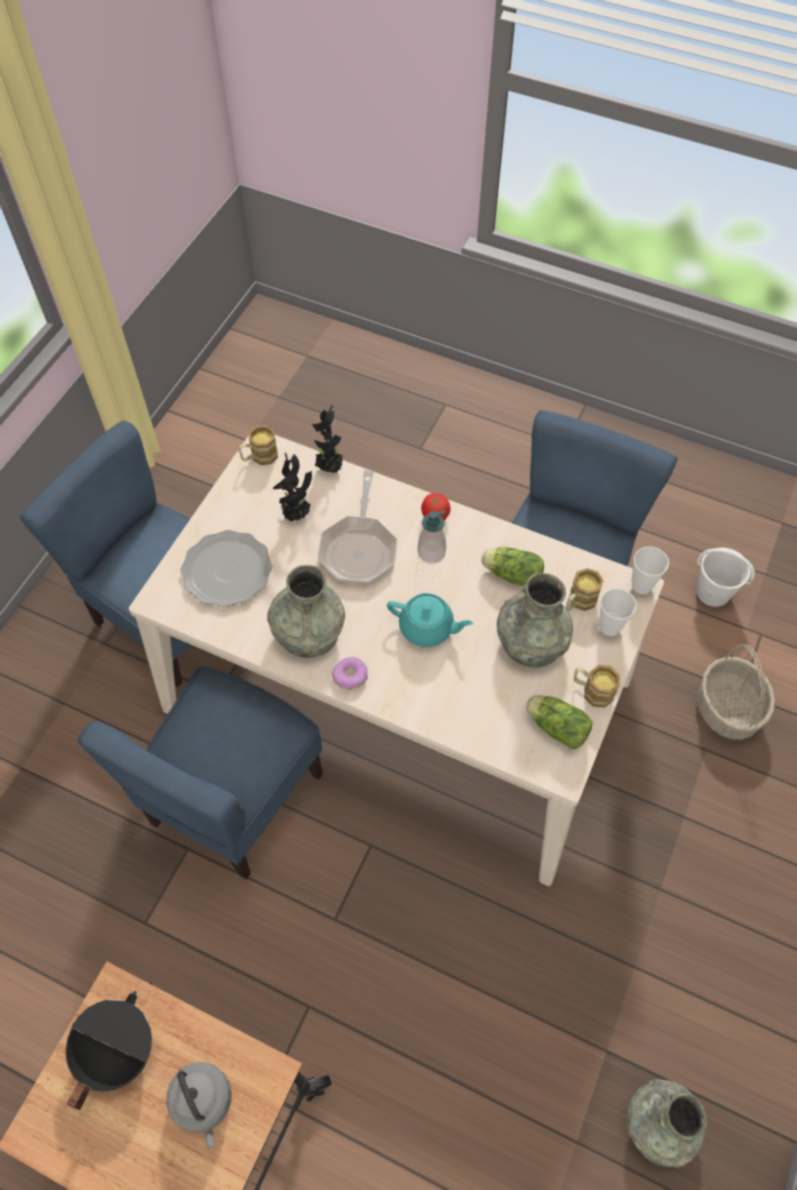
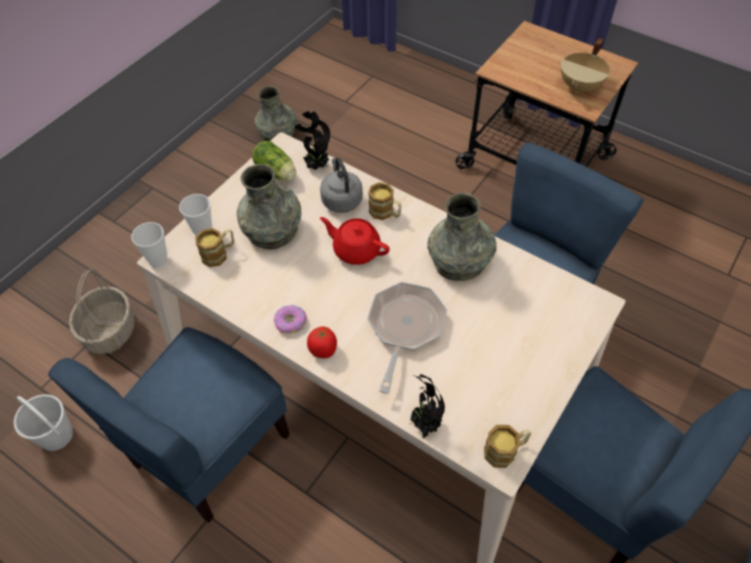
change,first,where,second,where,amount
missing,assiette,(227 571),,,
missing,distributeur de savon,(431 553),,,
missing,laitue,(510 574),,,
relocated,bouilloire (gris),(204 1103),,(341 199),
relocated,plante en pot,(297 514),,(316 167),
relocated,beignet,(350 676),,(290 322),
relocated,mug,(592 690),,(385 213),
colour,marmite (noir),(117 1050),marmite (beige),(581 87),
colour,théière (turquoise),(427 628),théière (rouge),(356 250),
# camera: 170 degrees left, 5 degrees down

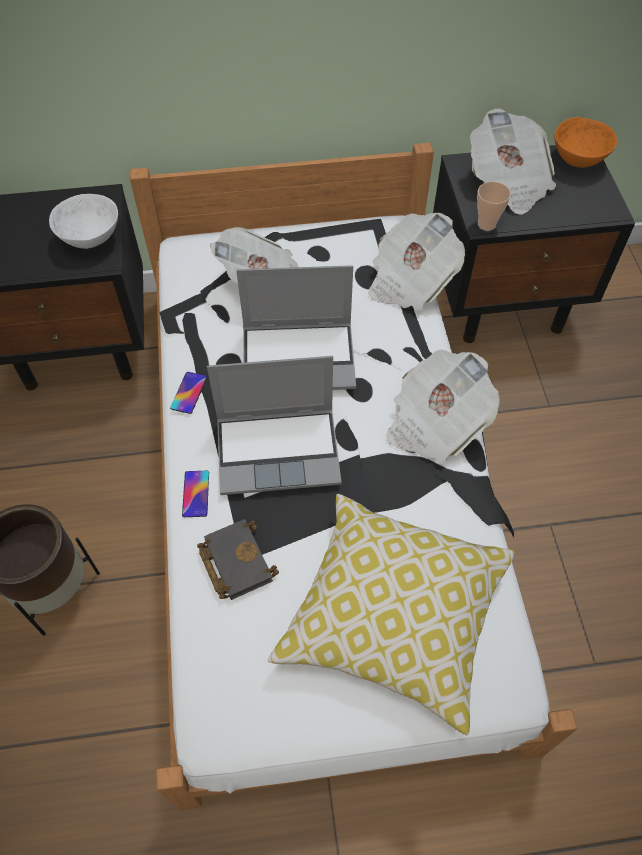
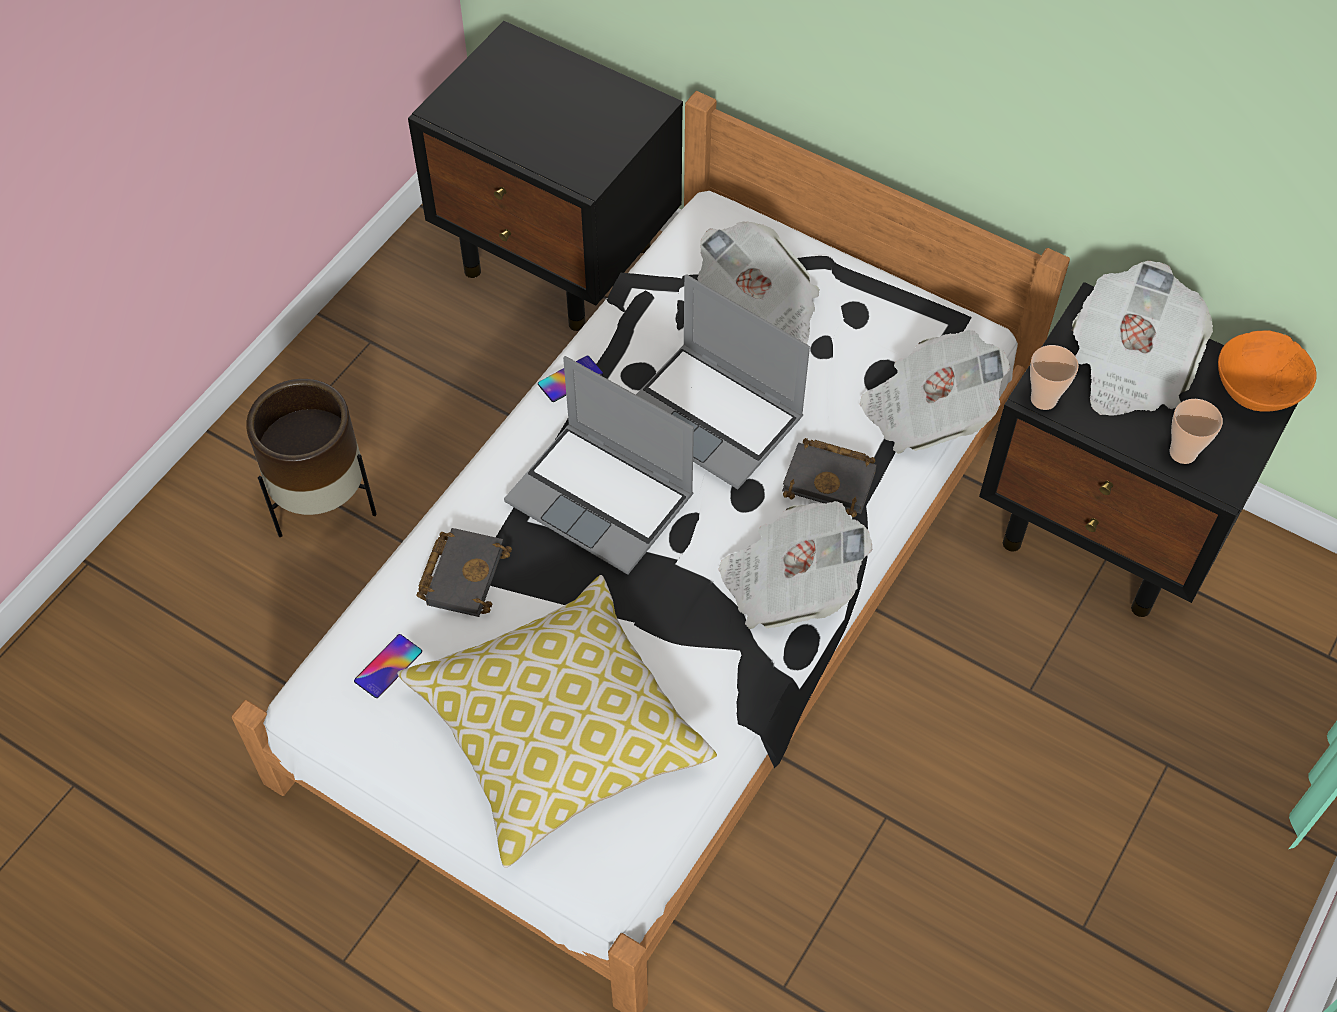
change,first,where,second,where,amount
missing,bol (blanc),(91 238),,,
appeared,,,livre (noir),(832 480),
appeared,,,tasse,(1182 453),
relocated,téléphone,(196 494),,(388 666),
# camera: 40 degrees right, 0 degrees up

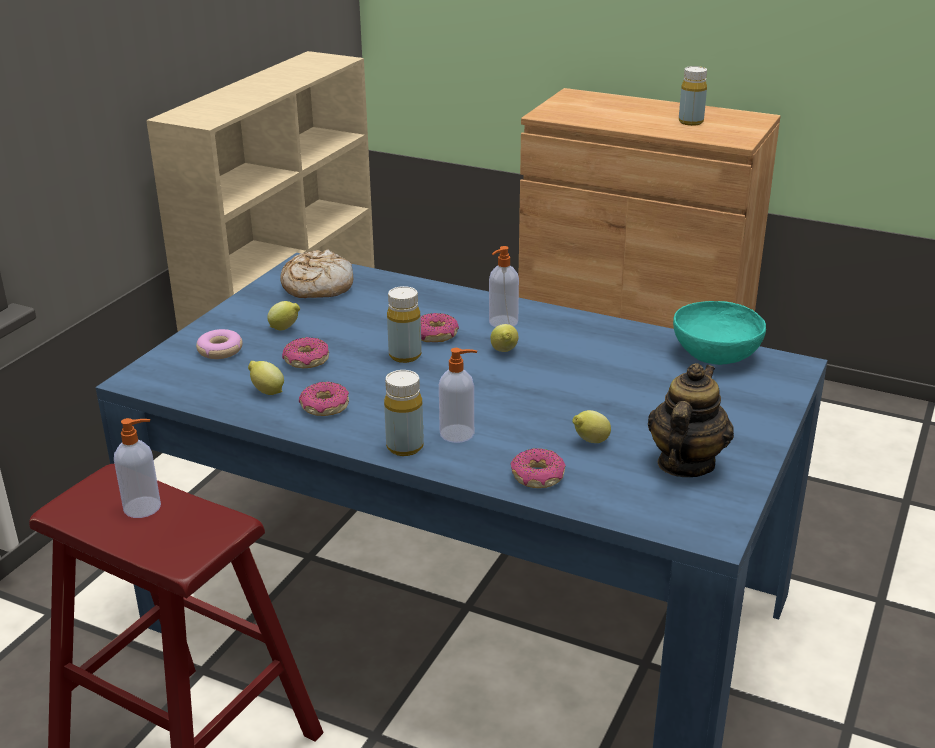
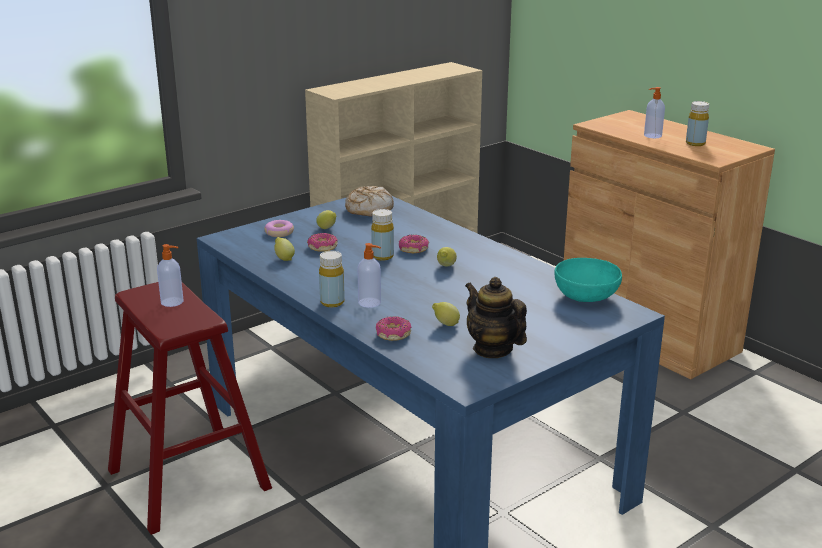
change,first,where,second,where,amount
missing,beignet,(324 407),,,
relocated,distributeur de savon,(502 322),,(652 136),
spun,théière,(685 463),,(493 349),90 degrees counterclockwise
# camera: 25 degrees right, 5 degrees down

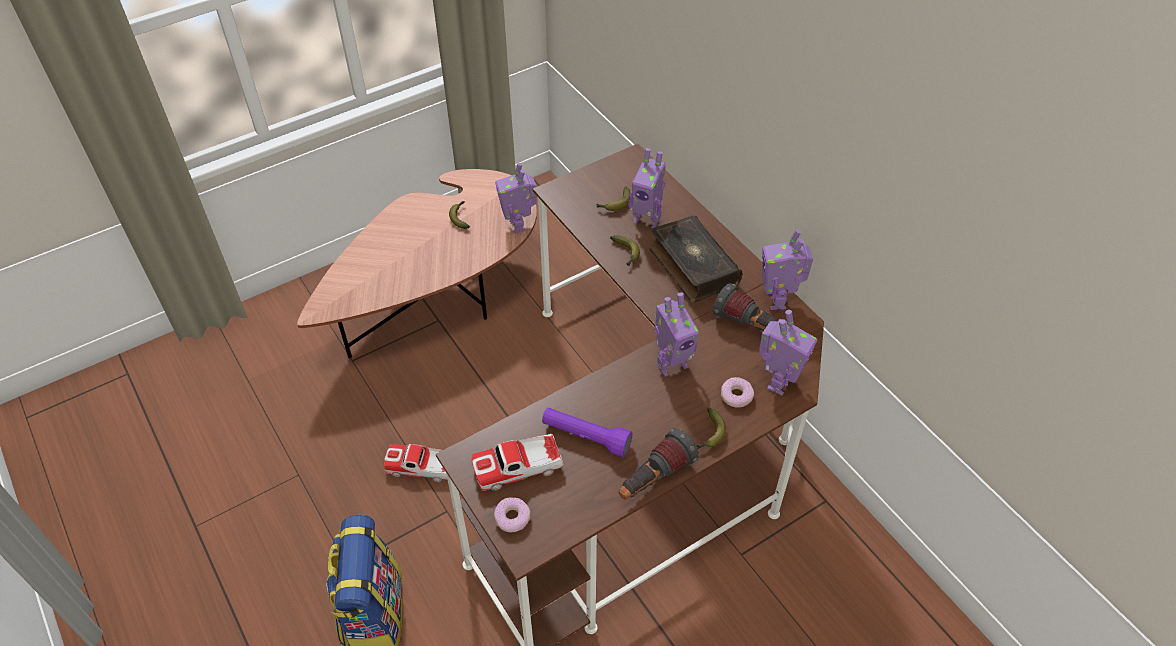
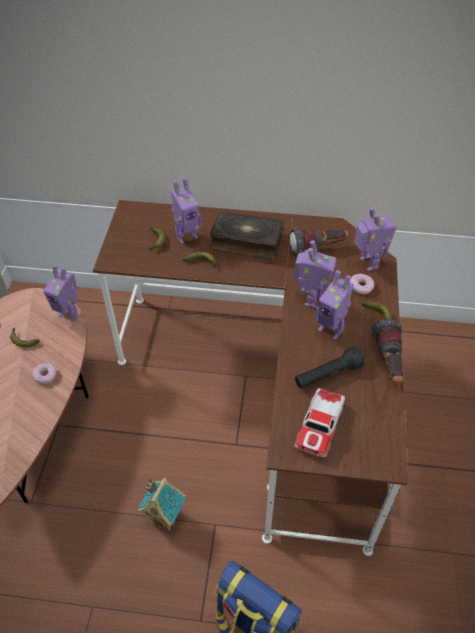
change,first,where,second,where,amount
relocated,beignet,(512 517),,(45 375),
relocated,robot jouet,(777 300),,(330 330),
exchanged,petite voiture,(421 466),maison miniature,(165 516),
colour,lampe de poche (violet),(586 437),lampe de poche (noir),(327 375),
# camera: 50 degrees left, 0 degrees up

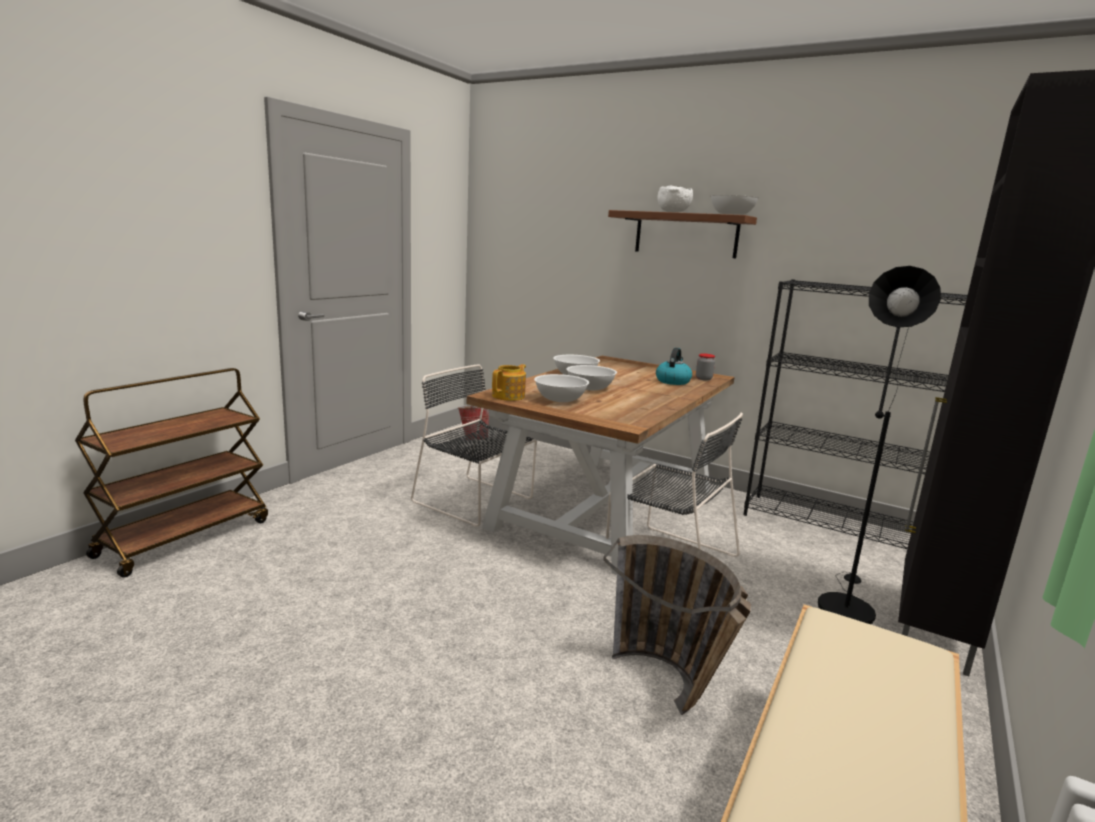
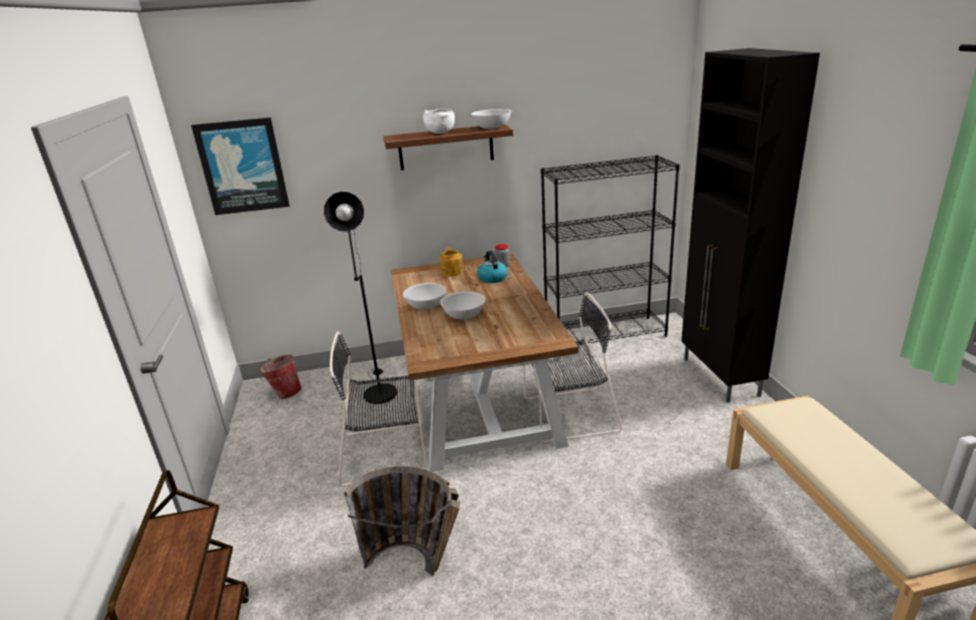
change,first,where,second,where,amount
missing,bol (blanc),(560 400),,,
appeared,,,tableau,(242 166),
relocated,théière,(509 396),,(452 271),
relocated,panier,(672 692),,(417 564),
relocated,lampadaire (noir),(844 604),,(378 391),
# camera: 40 degrees left, 10 degrees up

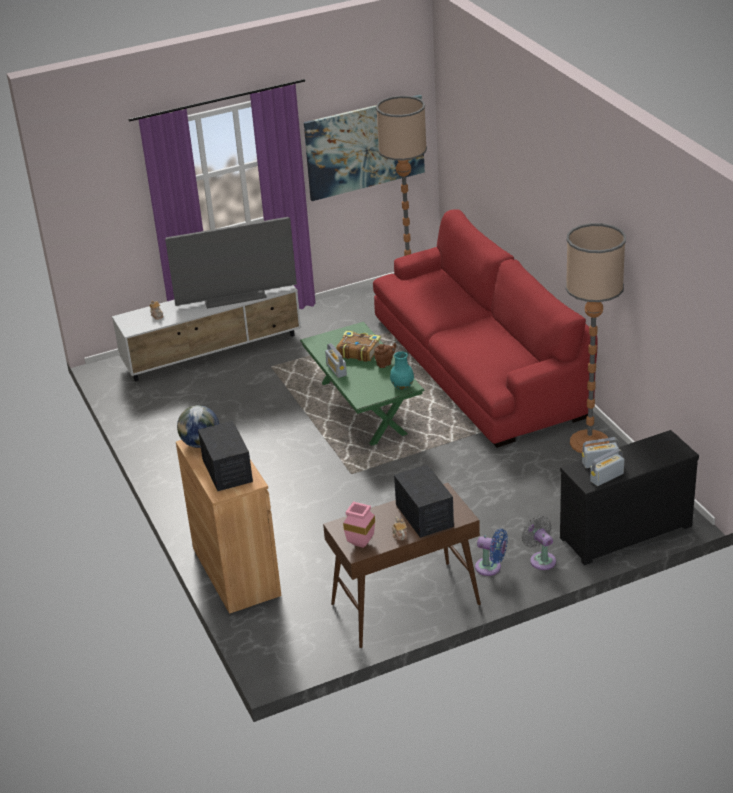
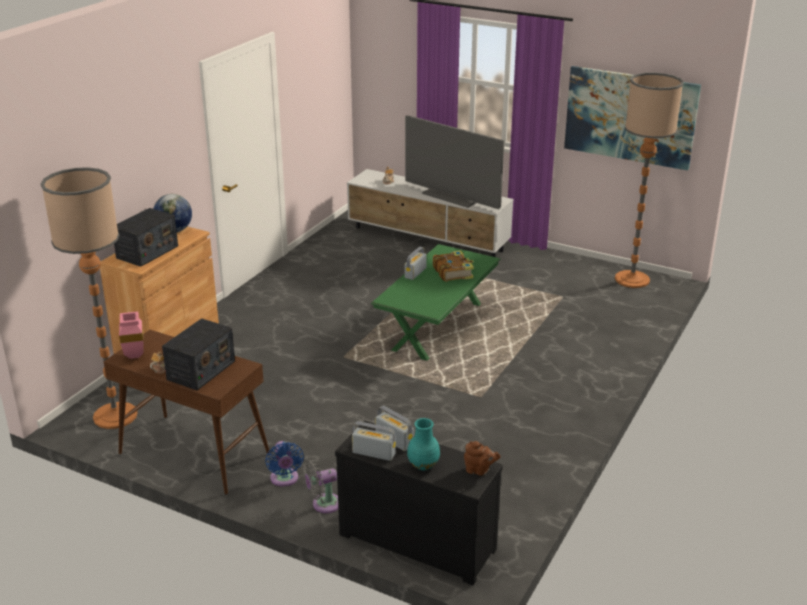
change,first,where,second,where,amount
missing,canapé (rouge),(478 366),,,
relocated,théière (marron),(385 363),,(479 470),
relocated,vase (turquoise),(402 386),,(424 465),
relocated,lampadaire,(589 442),,(115 416),
spun,ventilateur (gris),(541 559),,(323 504),135 degrees counterclockwise
# camera: 50 degrees right, 5 degrees down

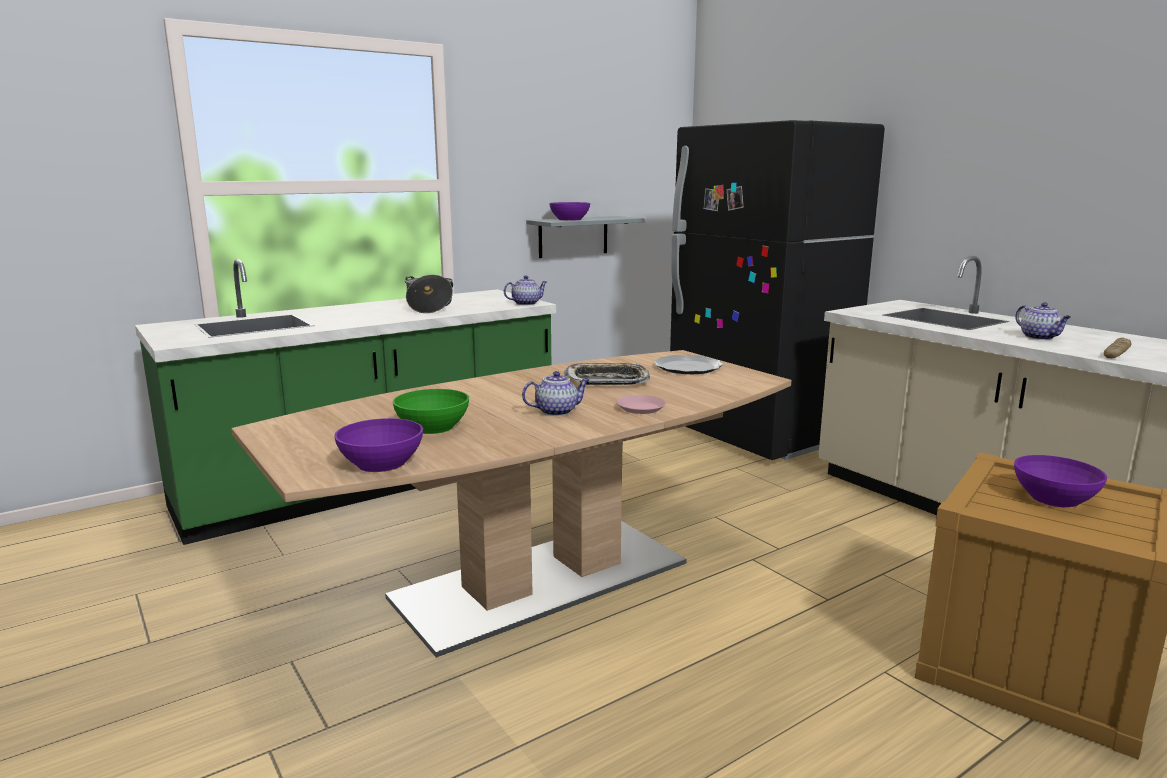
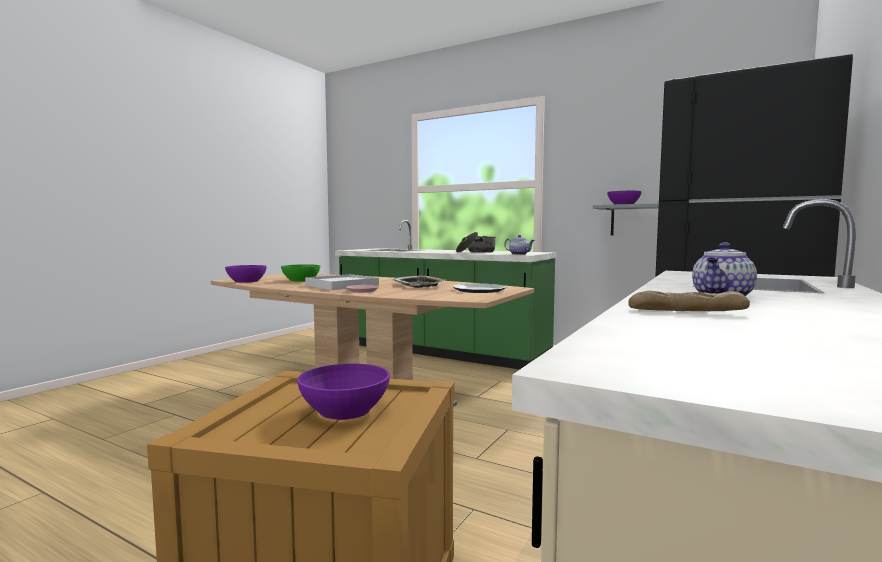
change,first,where,second,where,amount
exchanged,théière,(557 411),plateau (blanc),(342 285),
# camera: 65 degrees right, 10 degrees down

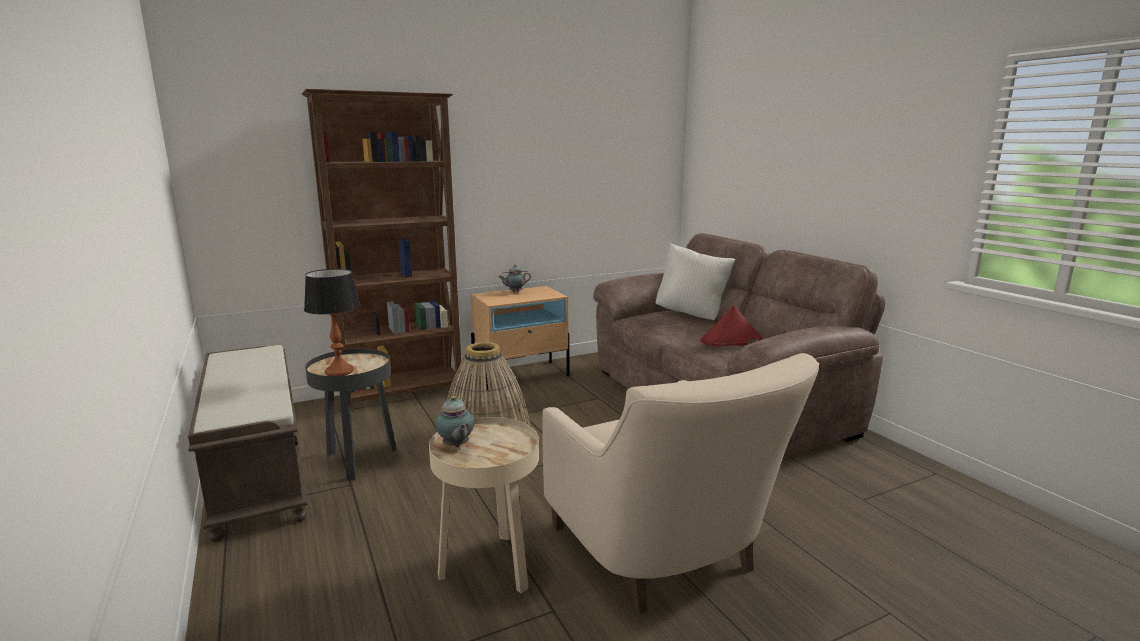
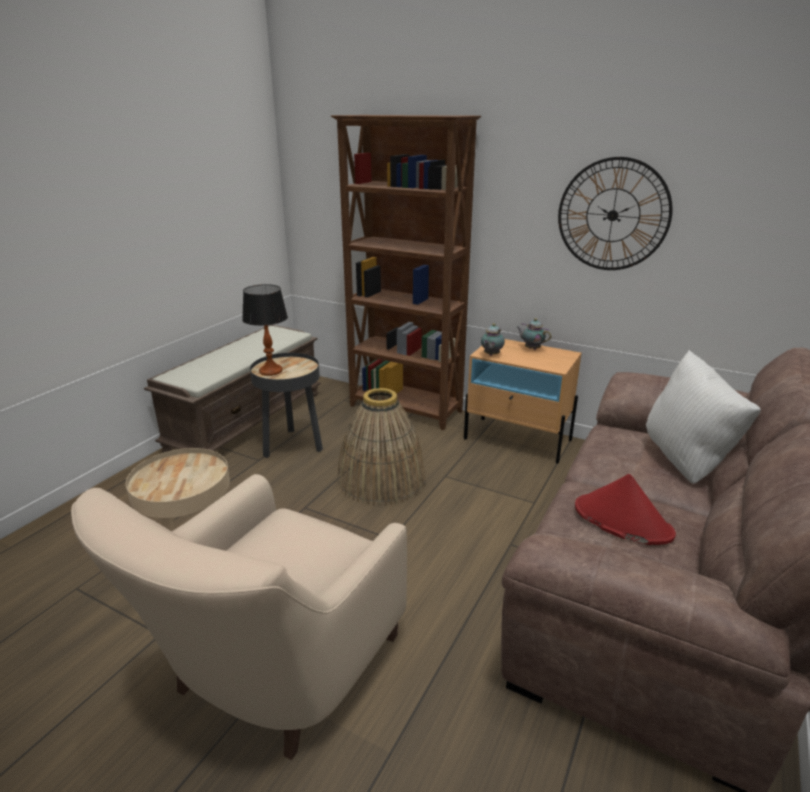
change,first,where,second,where,amount
appeared,,,horloge murale,(612 215),
relocated,théière,(456 446),,(491 355),
# camera: 55 degrees right, 10 degrees up

